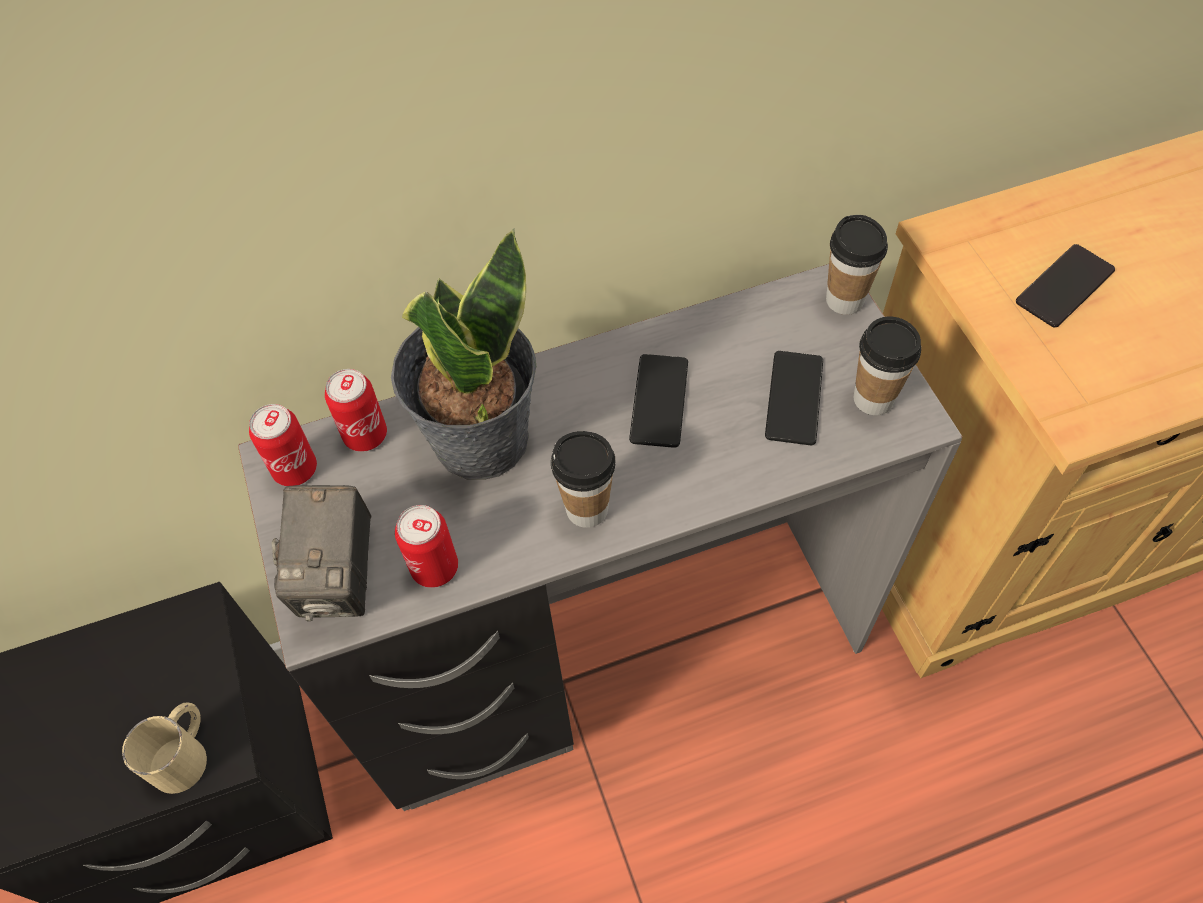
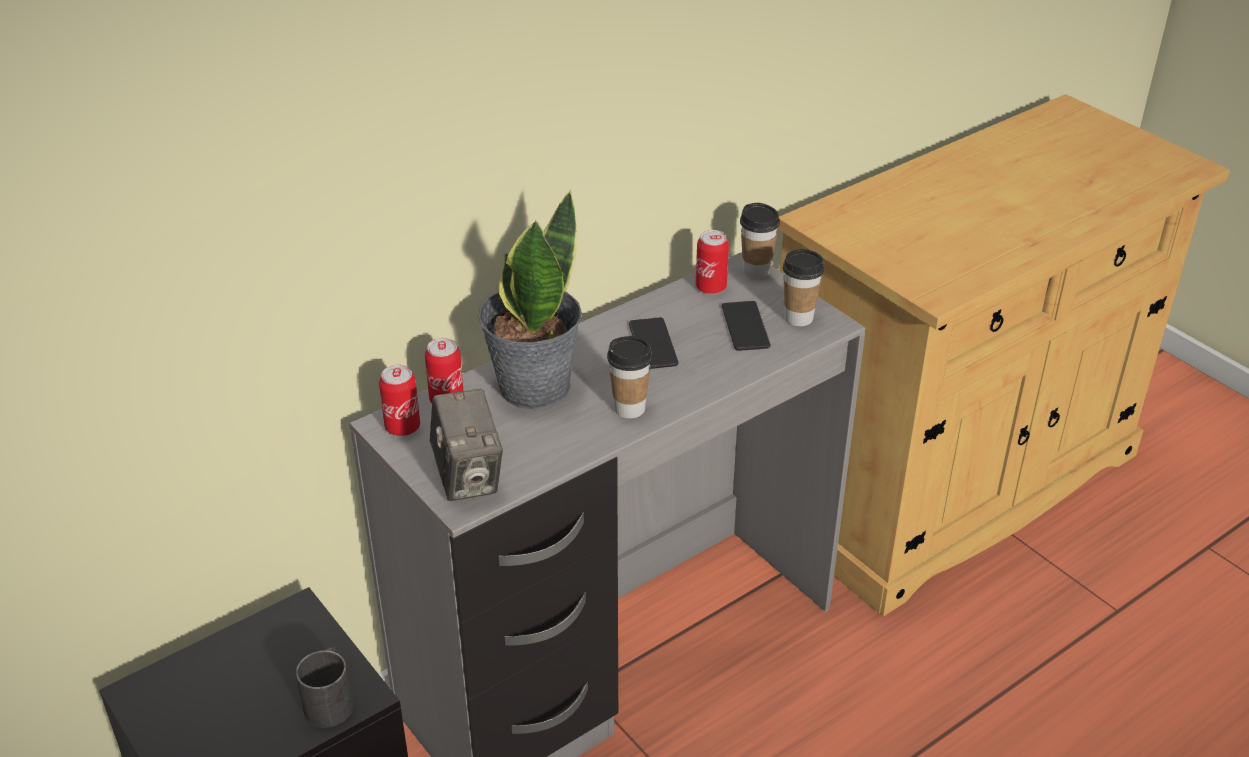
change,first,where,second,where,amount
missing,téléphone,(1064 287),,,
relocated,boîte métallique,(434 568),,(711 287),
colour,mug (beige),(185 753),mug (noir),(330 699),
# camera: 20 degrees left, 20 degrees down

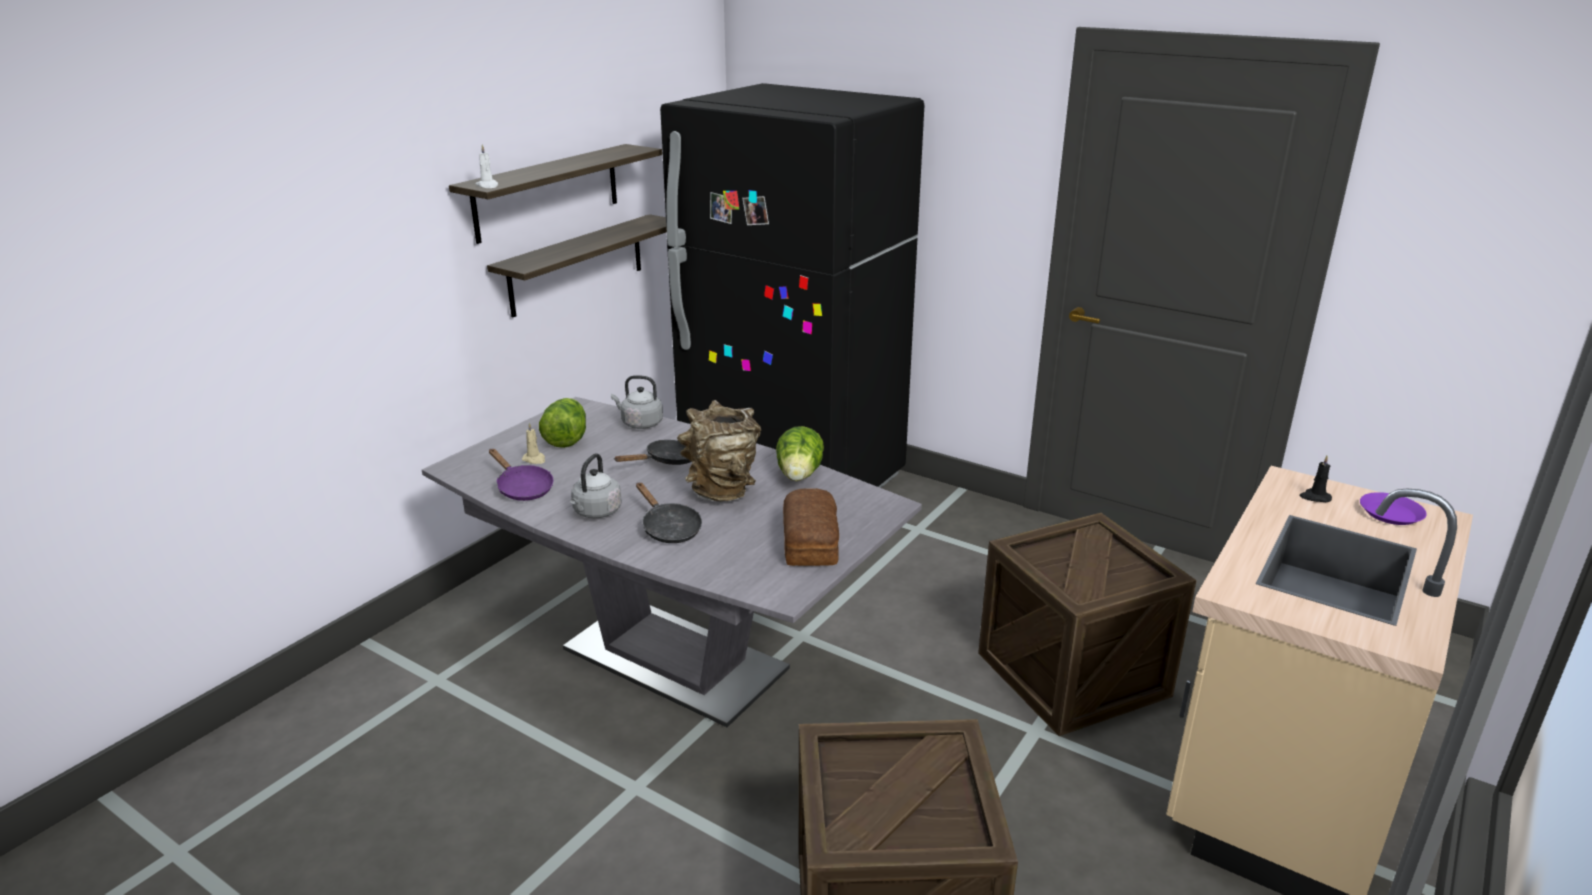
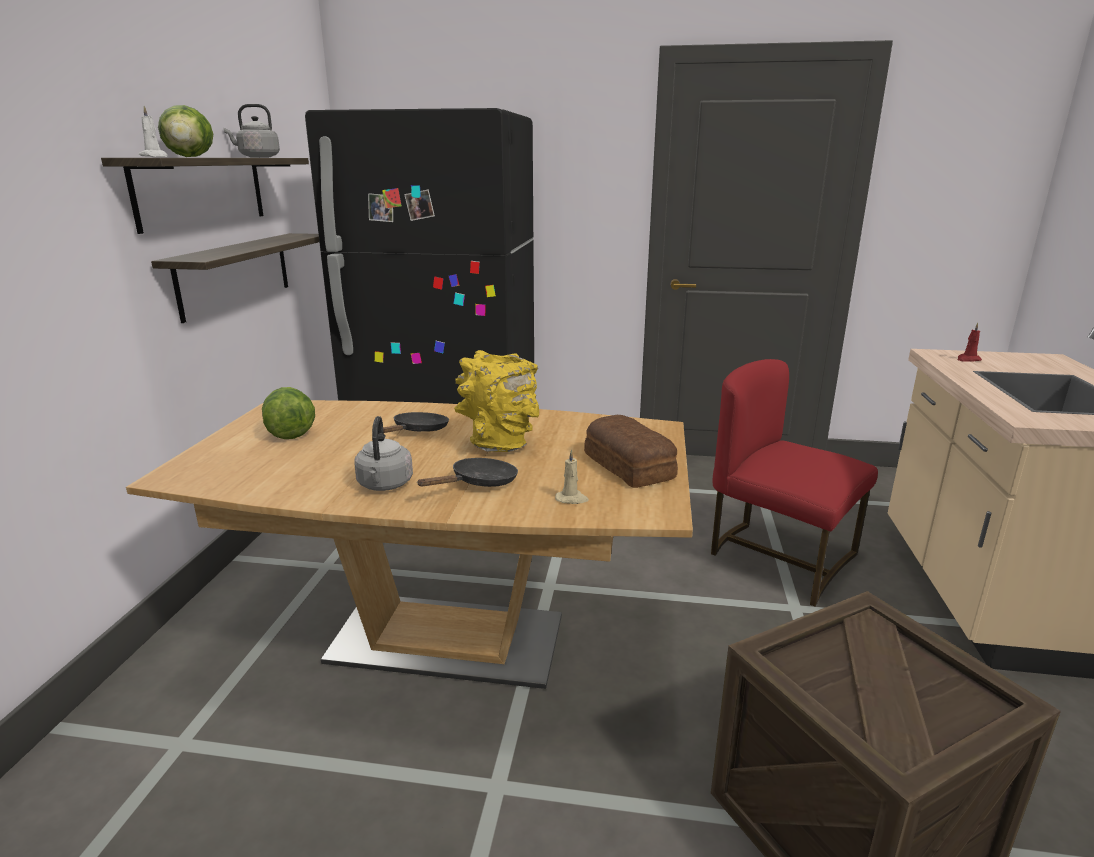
change,first,where,second,where,amount
missing,poêle (violet),(522 488),,,
missing,assiette (violet),(1391 514),,,
relocated,bougie (beige),(534 459),,(572 499),
relocated,bouilloire (gris),(640 423),,(257 157),
relocated,laitue,(799 476),,(190 157),
exchanged,caisse,(1072 674),chaise (rouge),(779 557),
colour,table à manger (gris),(674 659),table à manger (marron),(447 640),
colour,vase (marron),(723 490),vase (jaune),(499 443),
colour,bougie (noir),(1315 497),bougie (rouge),(968 359),
spun,poêle (noir),(668 528),,(479 483),75 degrees counterclockwise
# camera: 25 degrees left, 5 degrees down

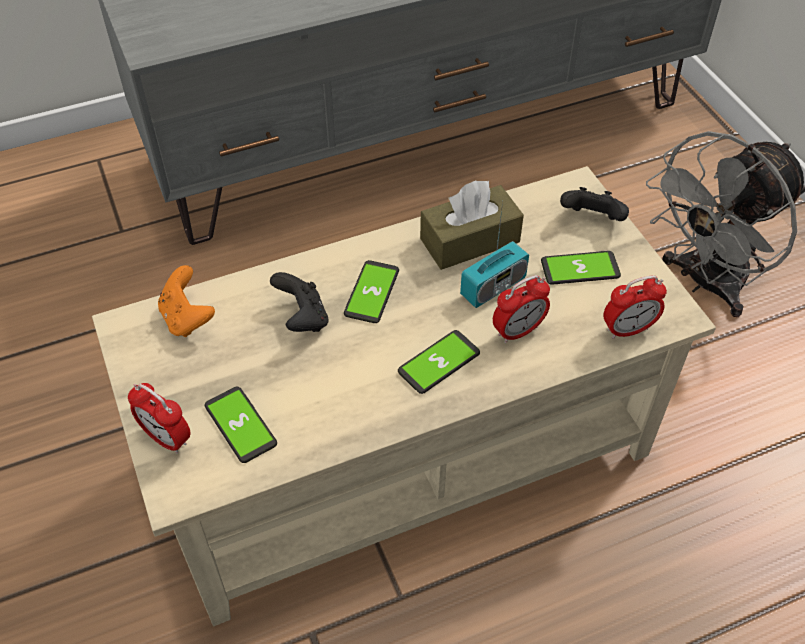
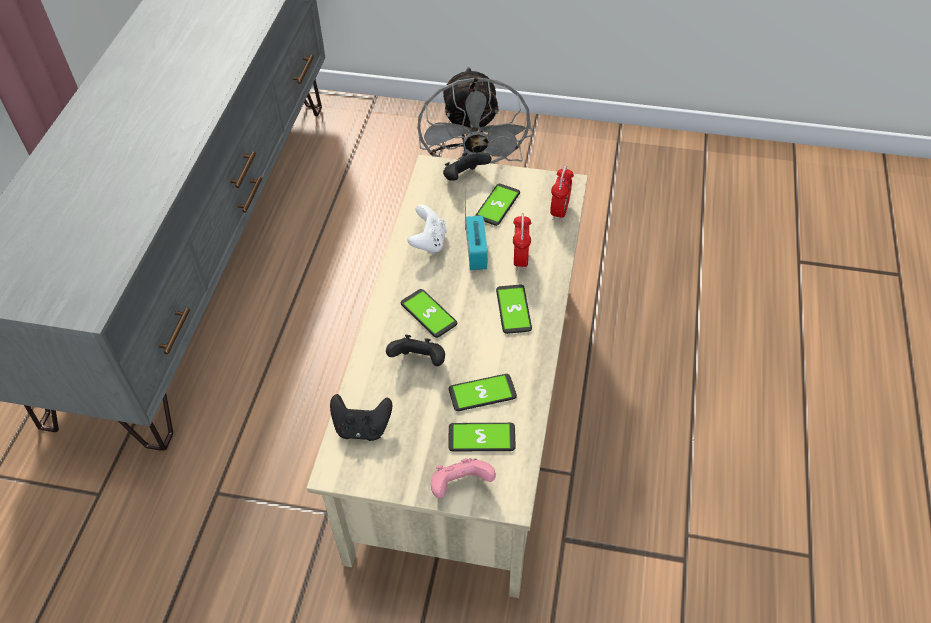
change,first,where,second,where,amount
appeared,,,téléphone,(482 393),
exchanged,réveil,(167 438),manette (rose),(460 486),
exchanged,boîte à mouchoirs (marron),(470 240),manette (blanc),(428 242),
colour,manette (orange),(187 318),manette (noir),(362 427),
# camera: 55 degrees left, 0 degrees up

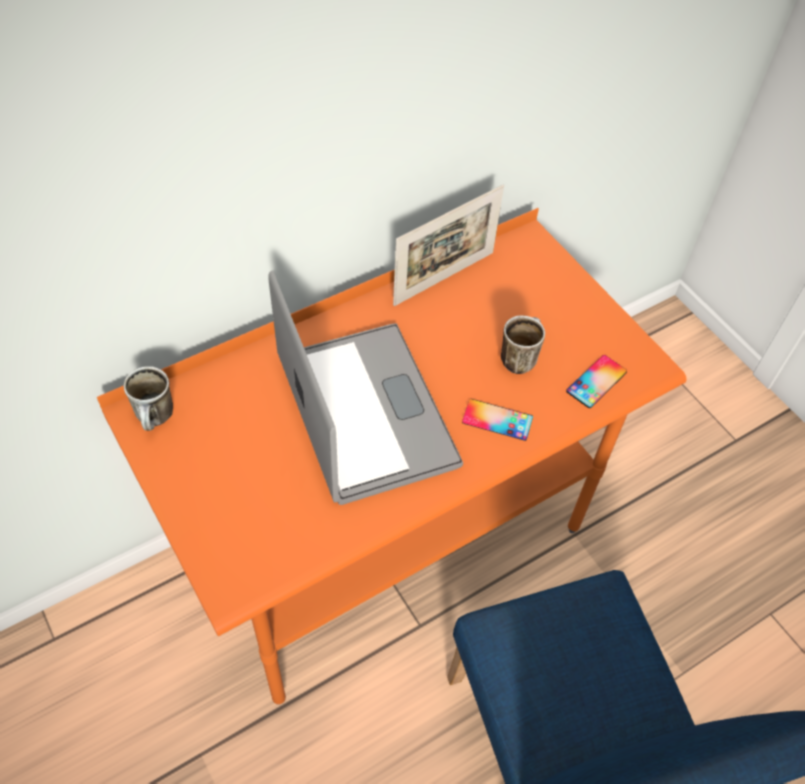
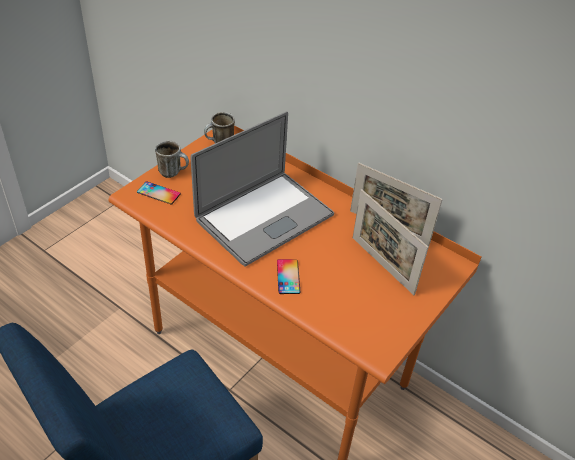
change,first,where,second,where,amount
appeared,,,cadre photo,(382 265),
relocated,mug,(519 357),,(173 172),
relocated,téléphone,(596 381),,(158 193),
# camera: 70 degrees right, 10 degrees down

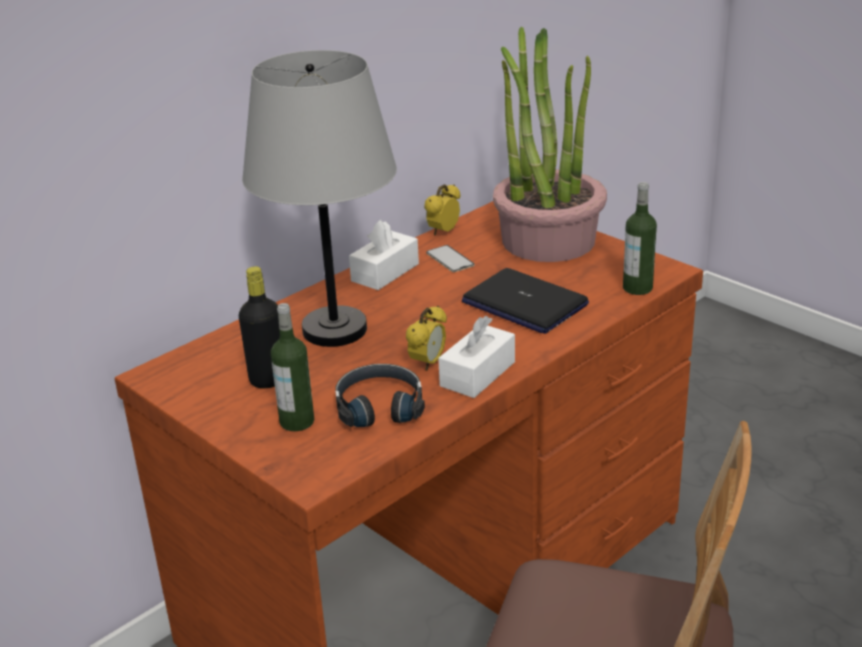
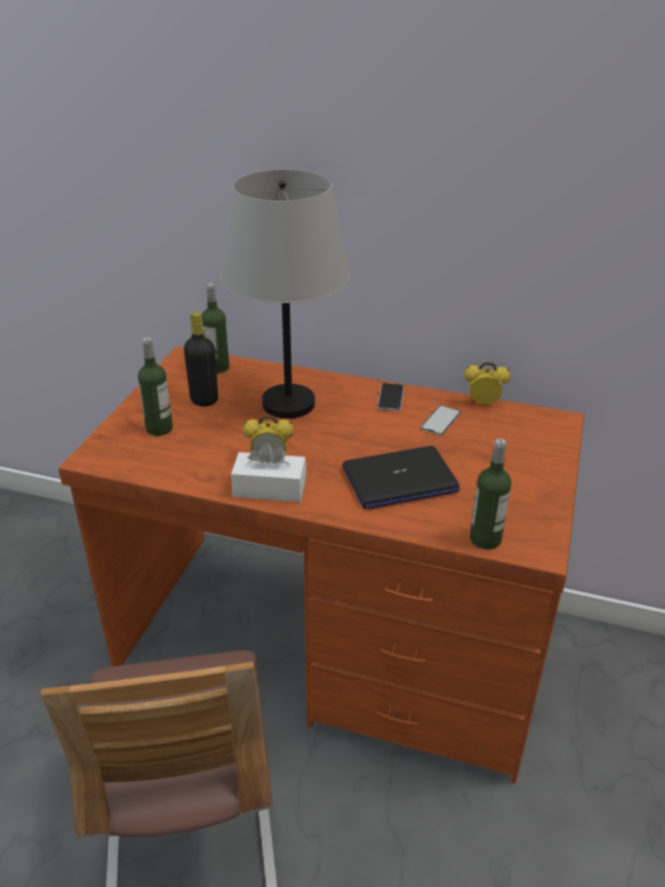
change,first,where,second,where,amount
missing,casque audio (noir),(379 406),,,
missing,plante en pot,(548 240),,,
appeared,,,bouteille,(217 368),
exchanged,boîte à mouchoirs (blanc),(385 272),téléphone,(390 398),
spun,ordinateur portable,(524 303),,(399 480),120 degrees counterclockwise
# camera: 60 degrees right, 5 degrees up

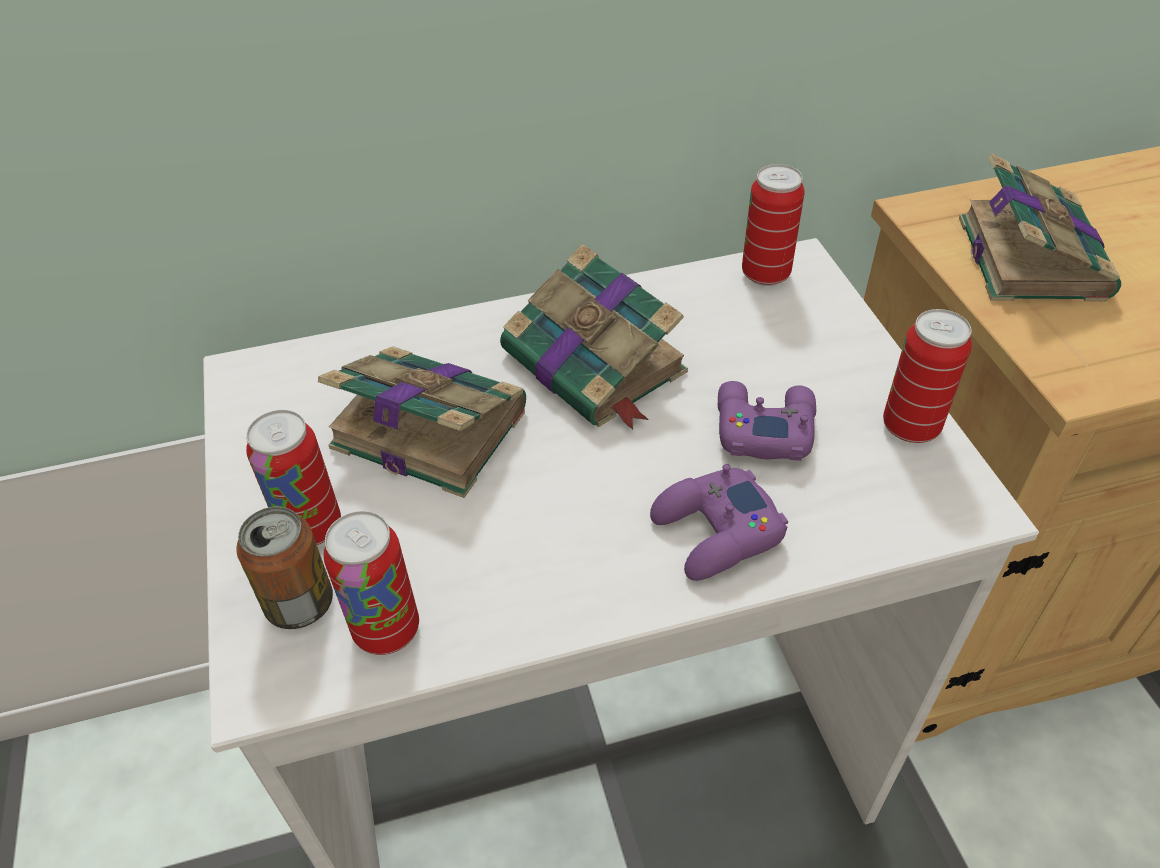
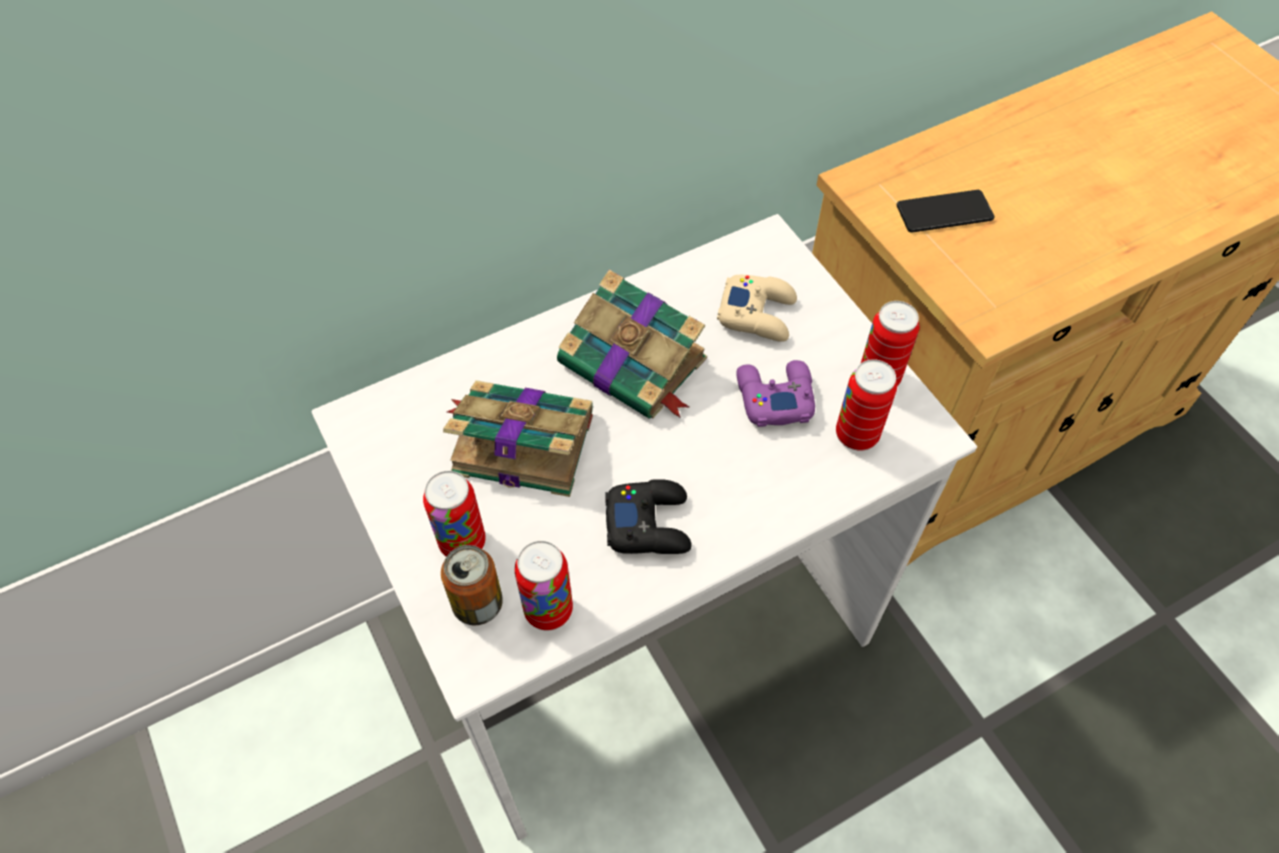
change,first,where,second,where,amount
missing,manette (violet),(716 532),,,
appeared,,,manette (noir),(649 523),
appeared,,,manette (beige),(757 313),
relocated,boîte métallique,(765 274),,(856 435),
exchanged,livre,(1030 255),téléphone,(944 212),
# camera: 15 degrees left, 10 degrees up

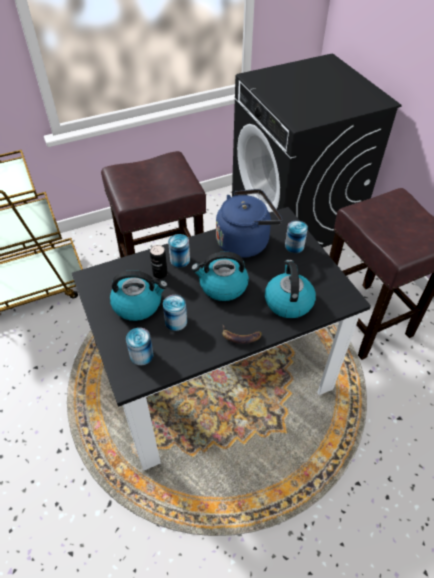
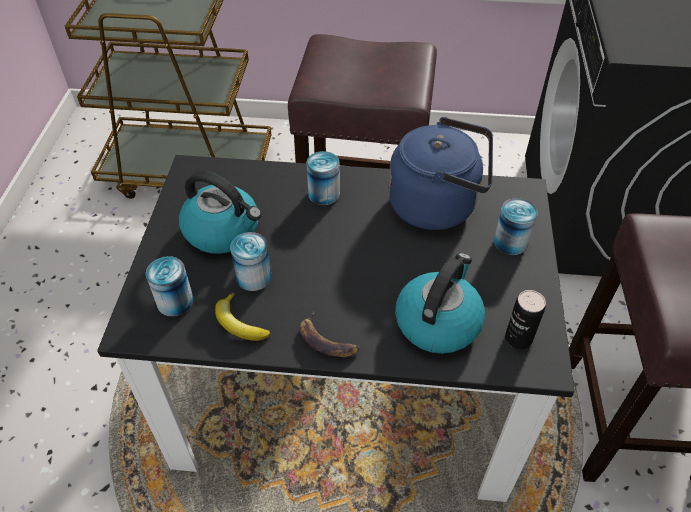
change,first,where,second,where,amount
missing,bouilloire,(222 286),,,
appeared,,,banane,(239 324),
relocated,boîte métallique,(160 274),,(518 338),
# camera: 30 degrees right, 0 degrees up

